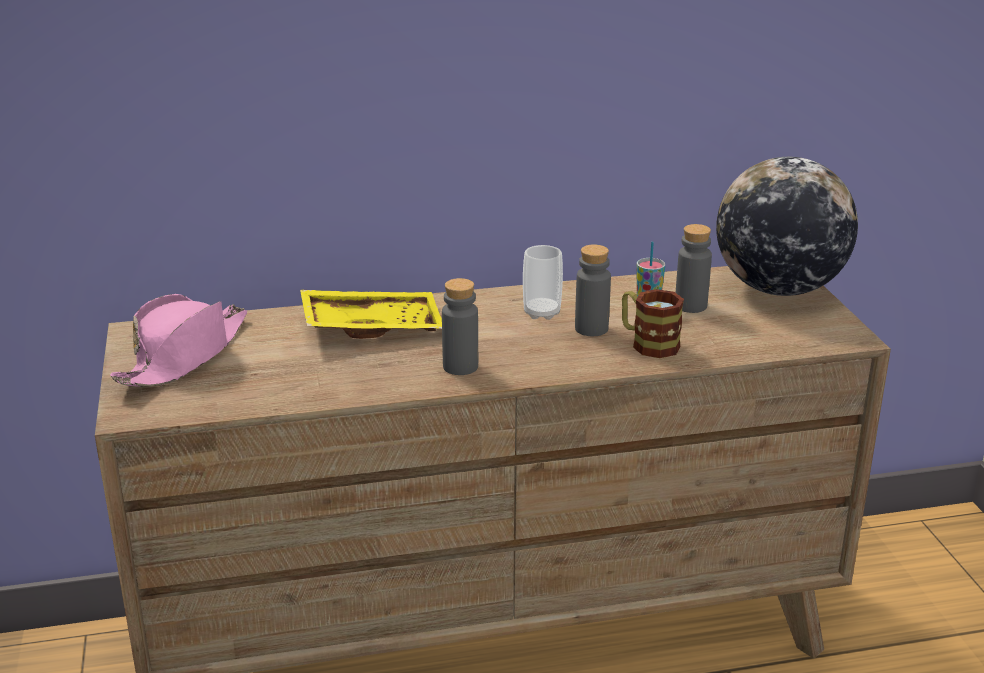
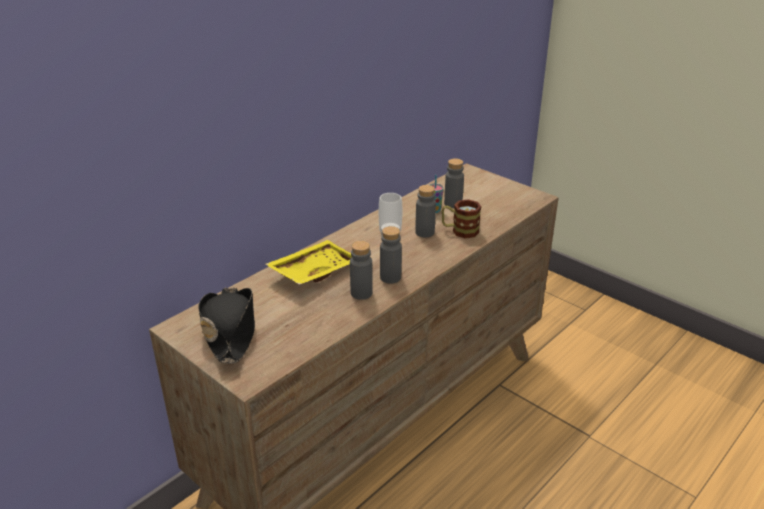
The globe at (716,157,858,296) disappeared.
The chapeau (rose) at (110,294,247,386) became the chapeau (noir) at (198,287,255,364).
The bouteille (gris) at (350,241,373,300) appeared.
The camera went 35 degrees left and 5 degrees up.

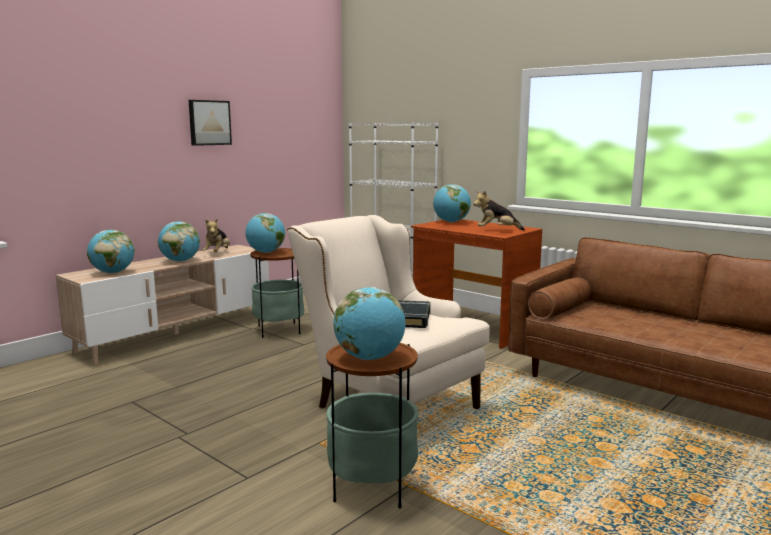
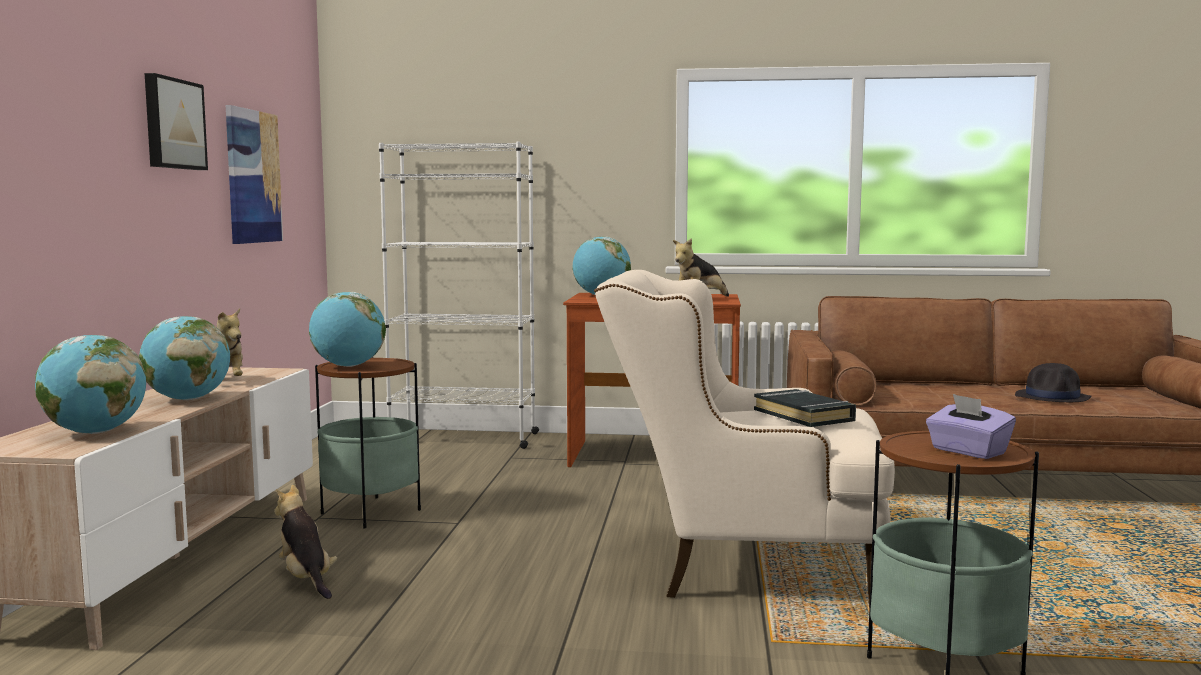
The globe at (333,287,405,360) was replaced by the boîte à mouchoirs (violet) at (926,394,1016,459).
The tableau at (226,105,283,244) appeared.
The chapeau (noir) at (1015,363,1091,402) appeared.
The peluche at (274,485,337,599) appeared.
The camera went 35 degrees left and 5 degrees down.

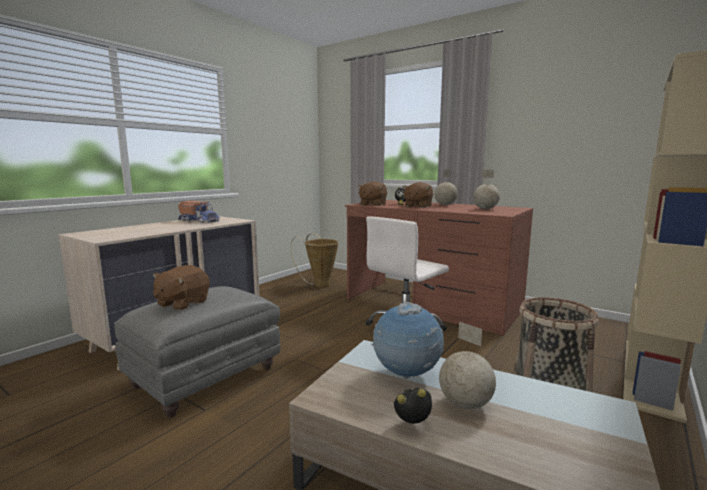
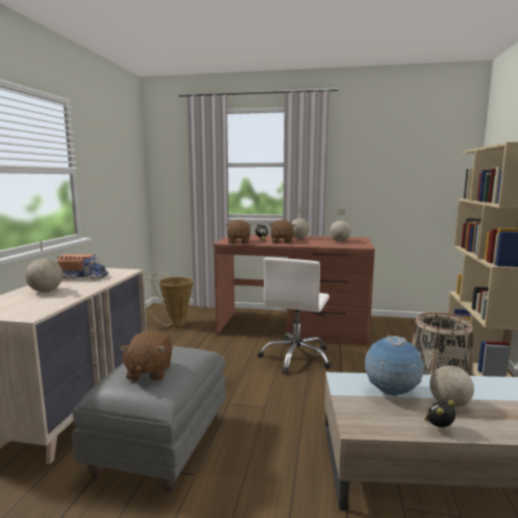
The globe at (25,240,63,292) appeared.
The camera went 25 degrees left and 0 degrees up.

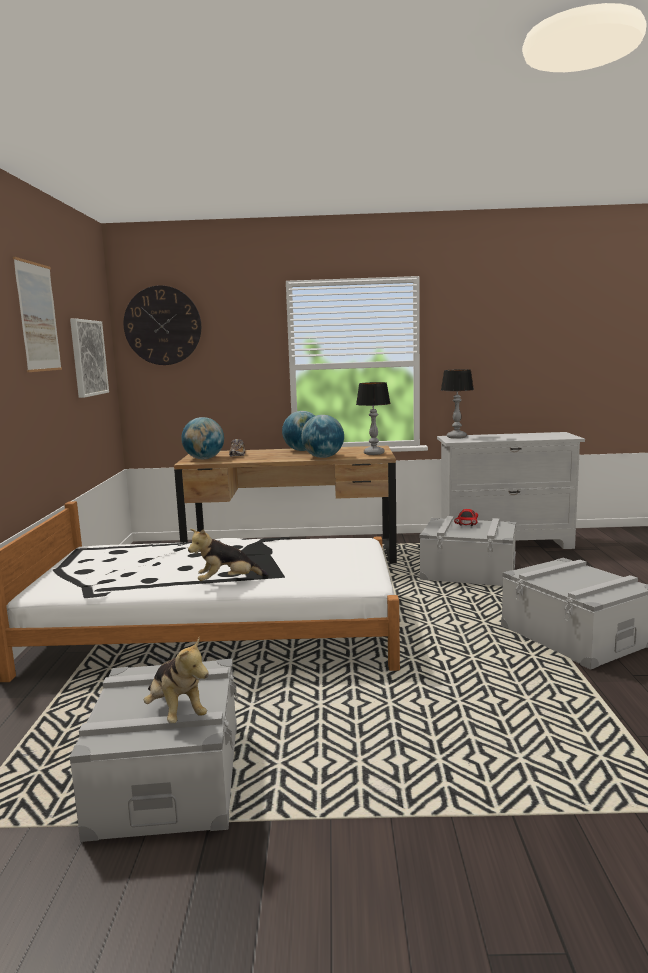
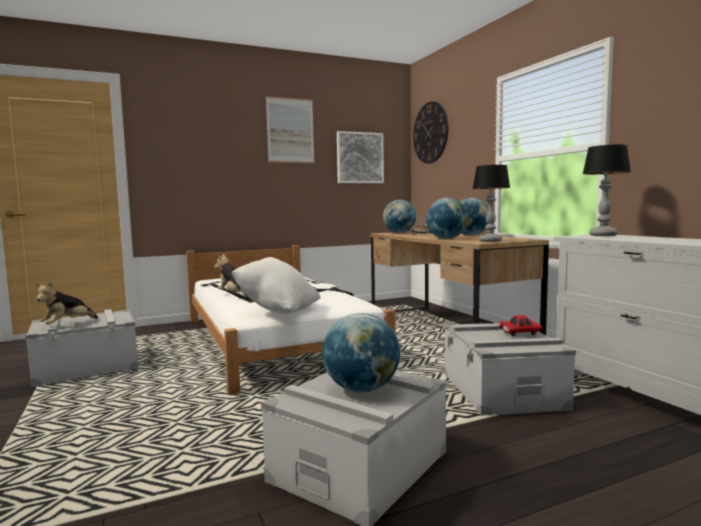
The coussin (blanc) at (232,257,320,314) appeared.
The globe at (322,313,400,392) appeared.
The camera went 65 degrees right and 5 degrees down.

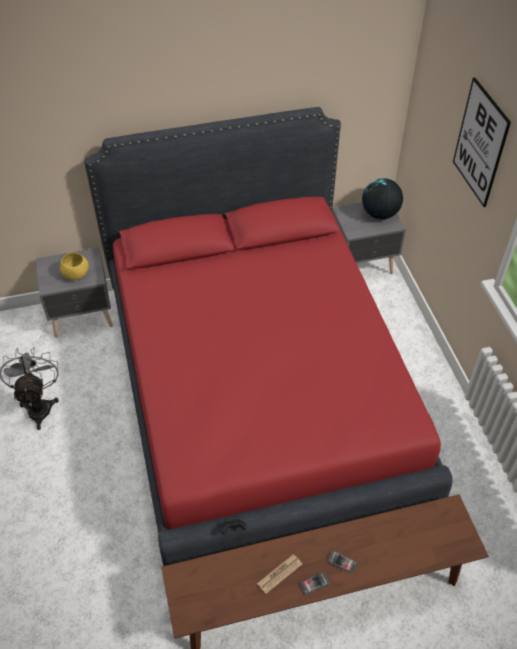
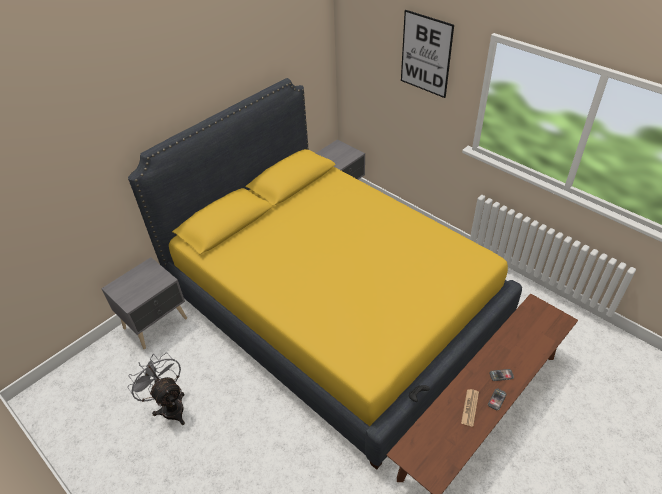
The lit (rouge) at (84,107,453,566) became the lit (jaune) at (128,78,522,470).
The globe at (362,178,403,219) disappeared.
The bol (jaune) at (60,253,89,280) disappeared.
The camera went 30 degrees left and 5 degrees down.

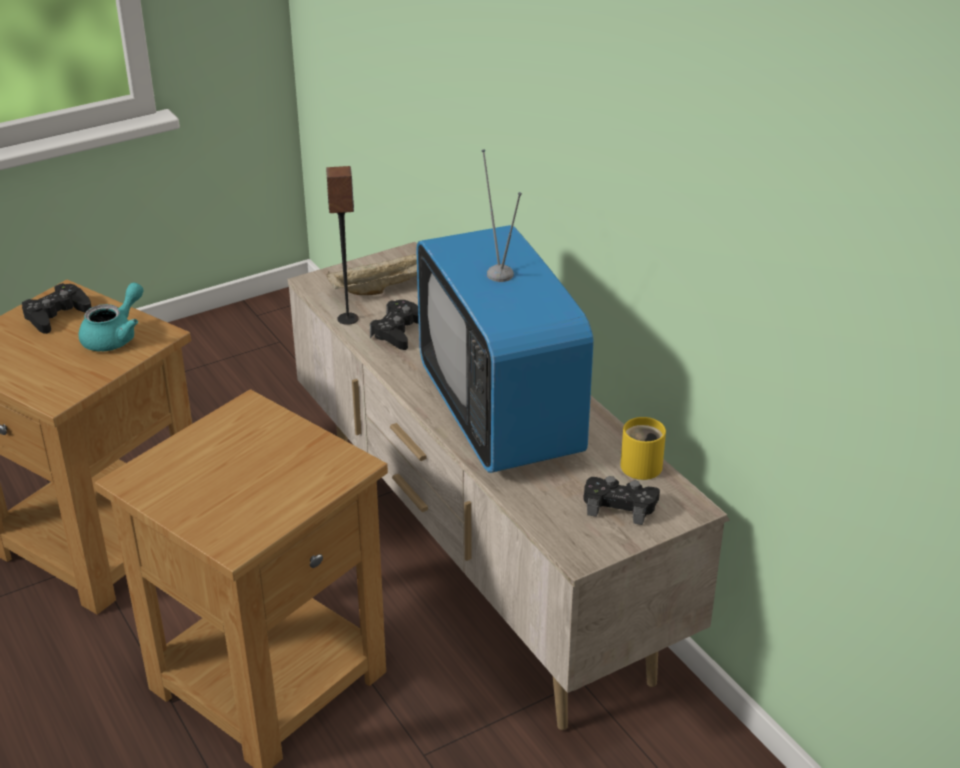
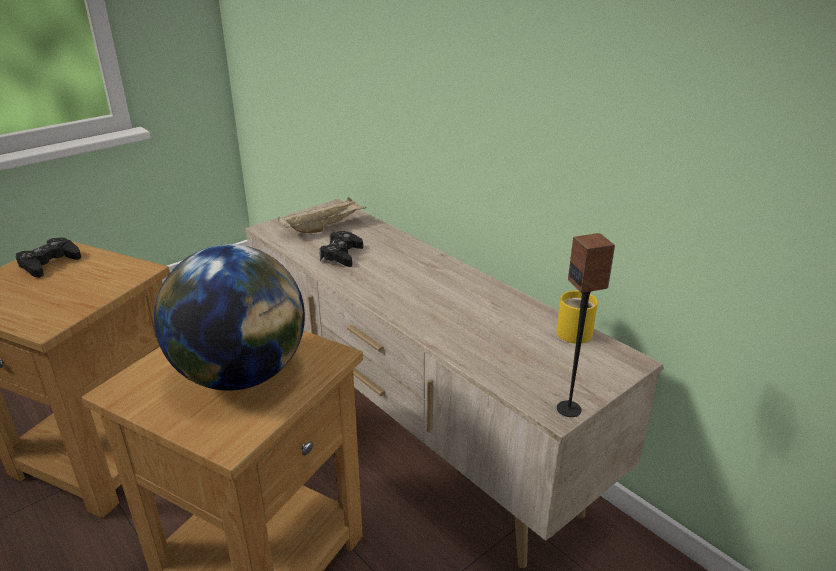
The téléviseur at (416,149,594,473) disappeared.
The enceinte moved from (326,166,359,325) to (557,233,615,417).
The théière (turquoise) at (79,282,143,351) disappeared.
The manette (noir) at (583,476,660,525) disappeared.
The globe at (154,244,305,391) appeared.
The camera went 10 degrees left and 5 degrees down.

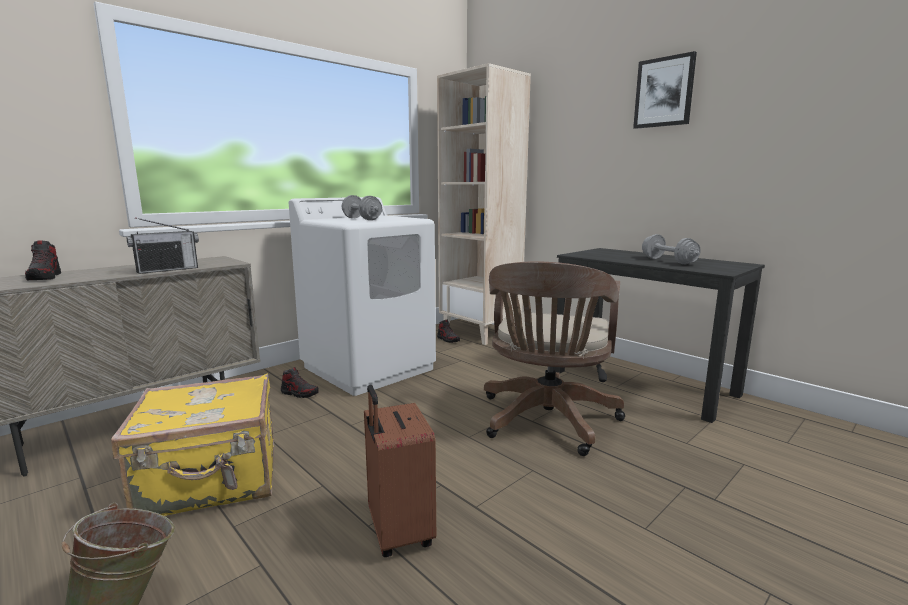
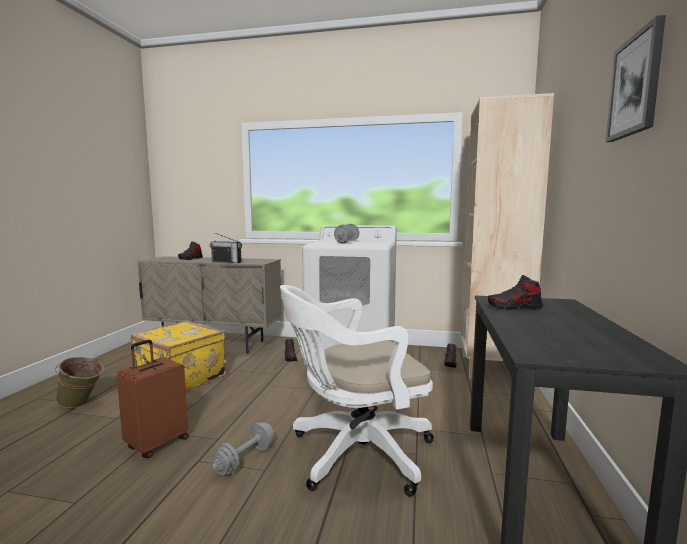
The haltère (gris) moved from (642,234,701,264) to (212,422,274,475).
The chaise de bureau (marron) at (484,261,625,456) became the chaise de bureau (blanc) at (280,285,434,497).
The chaussure at (488,275,543,310) appeared.
The camera went 55 degrees right and 5 degrees down.

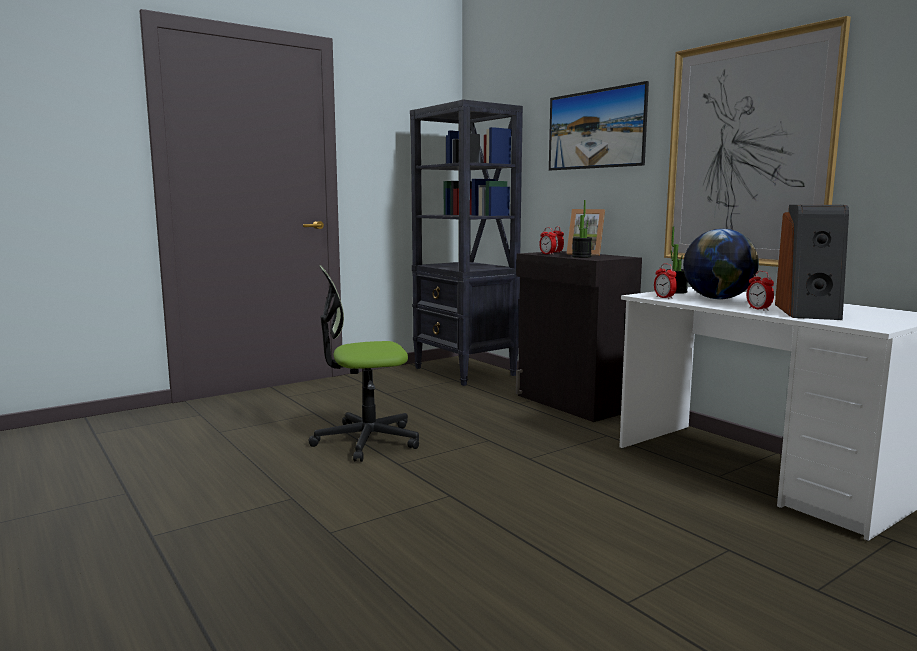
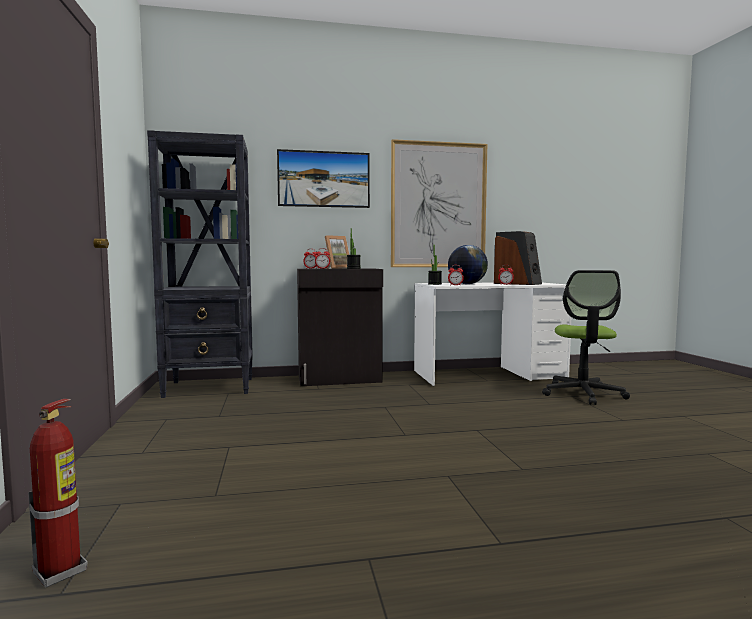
The chaise de bureau moved from (309,265,419,462) to (542,270,630,405).
The extincteur at (28,399,87,588) appeared.
The camera went 65 degrees left and 5 degrees down.

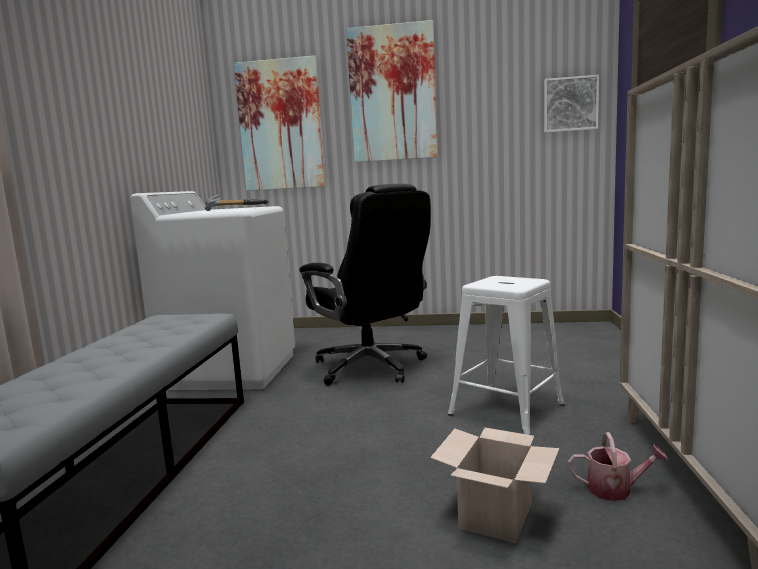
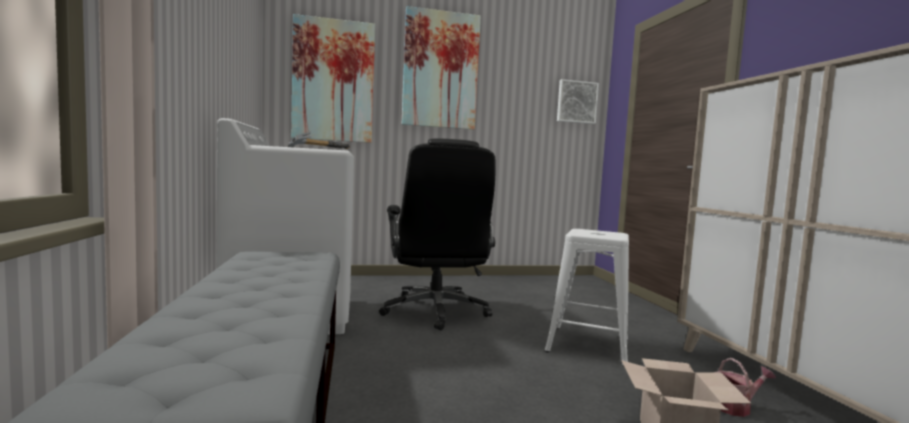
The chaise de bureau (noir) at (299,184,431,385) turned 45 degrees clockwise.
The camera went 20 degrees left and 5 degrees down.

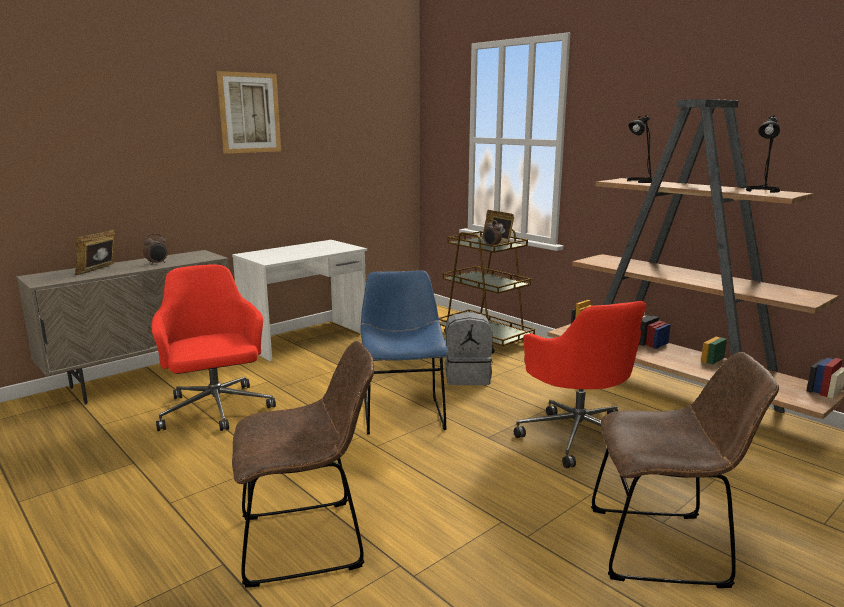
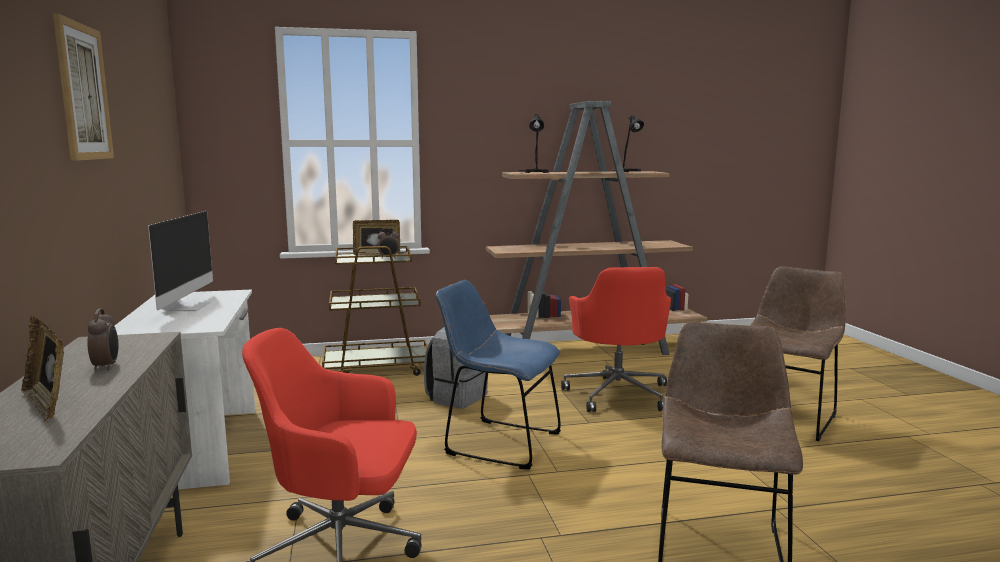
The chaise de bureau (rouge) at (514,301,647,468) turned 75 degrees clockwise.
The écran d'ordinateur at (148,211,213,311) appeared.
The camera went 60 degrees left and 5 degrees down.

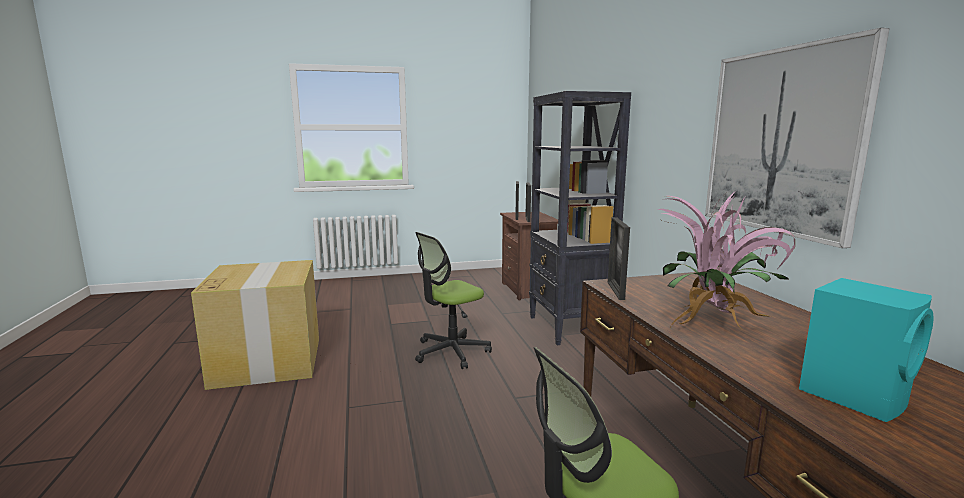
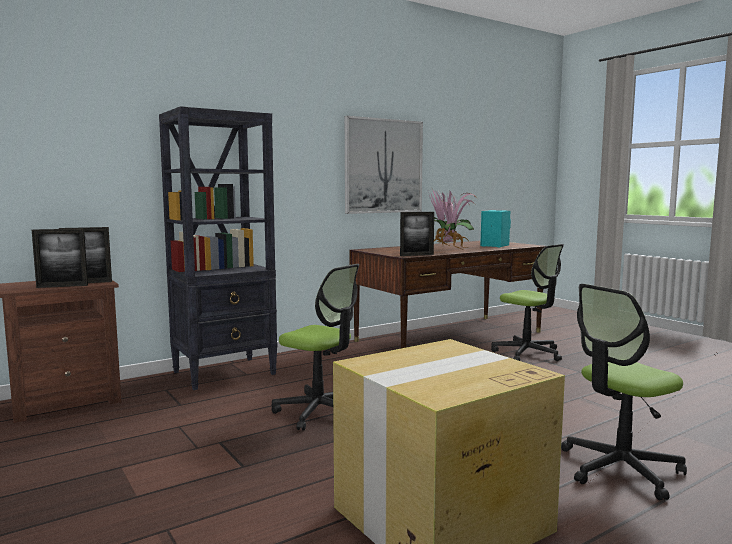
The chaise de bureau at (561,284,687,500) appeared.
The camera went 110 degrees left and 5 degrees down.

